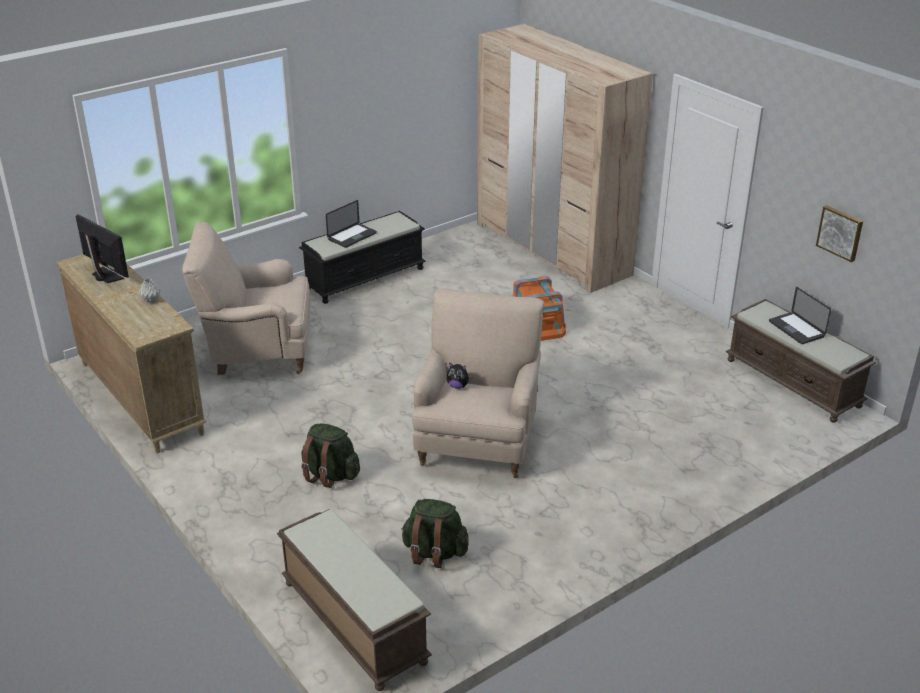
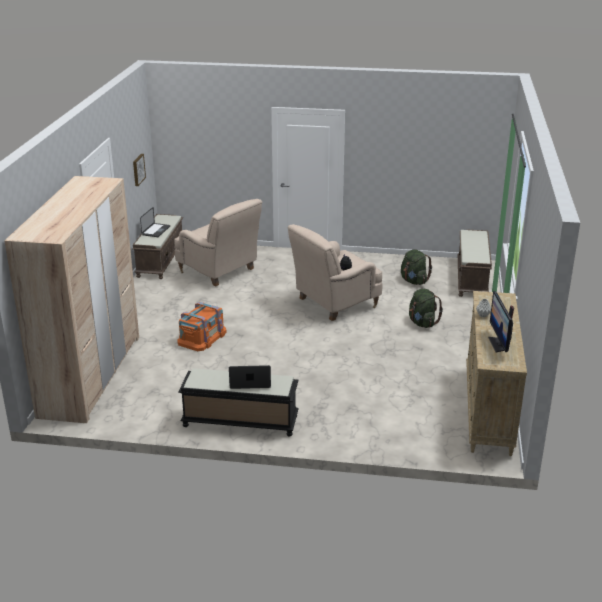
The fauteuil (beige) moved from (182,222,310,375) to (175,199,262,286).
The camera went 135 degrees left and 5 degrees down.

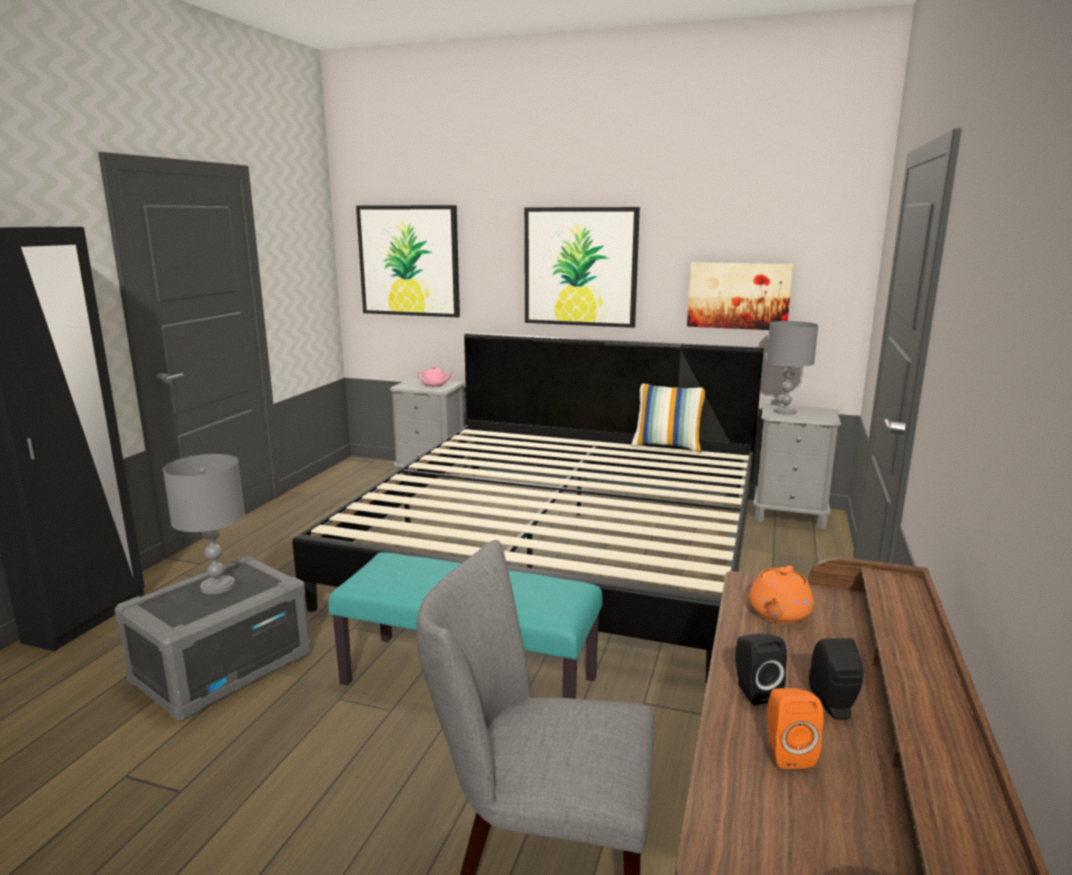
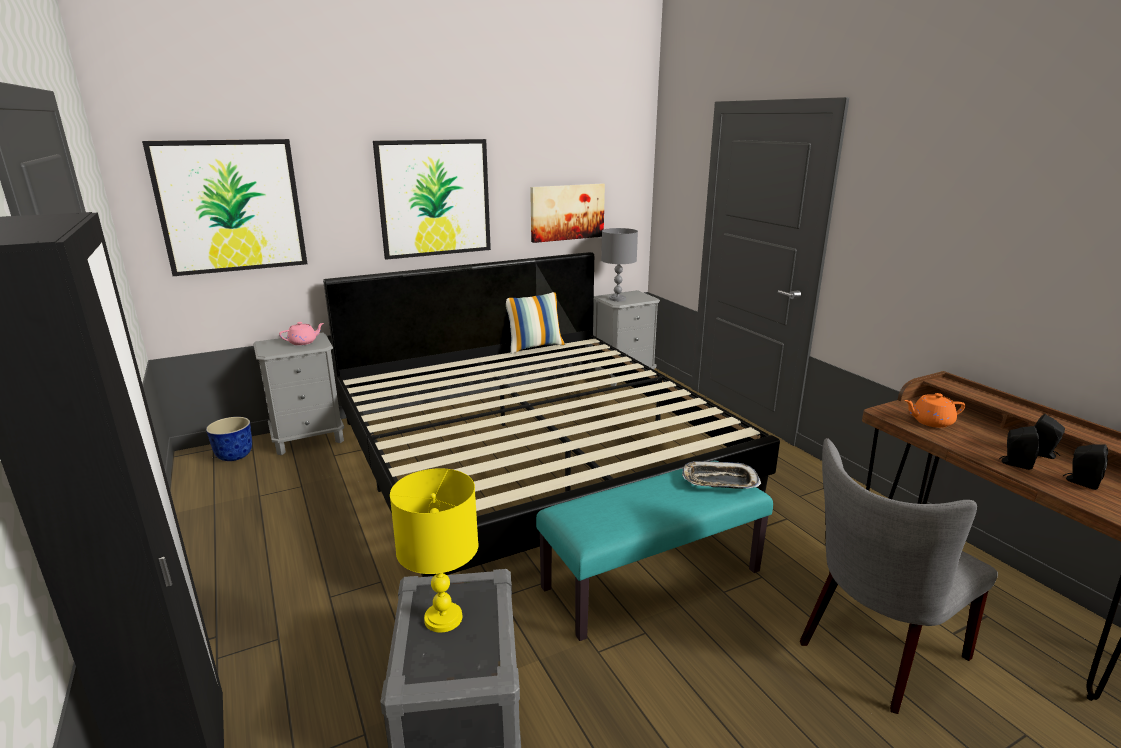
The lampe de table (gris) at (163,454,245,594) became the lampe de table (jaune) at (390,468,479,633).
The théière (orange) at (749,565,814,623) turned 105 degrees clockwise.
The enceinte (orange) at (767,688,823,769) became the enceinte (noir) at (1063,444,1108,490).
The cache-pot at (206,417,252,461) appeared.
The plateau at (682,461,761,489) appeared.
The camera went 45 degrees left and 5 degrees up.

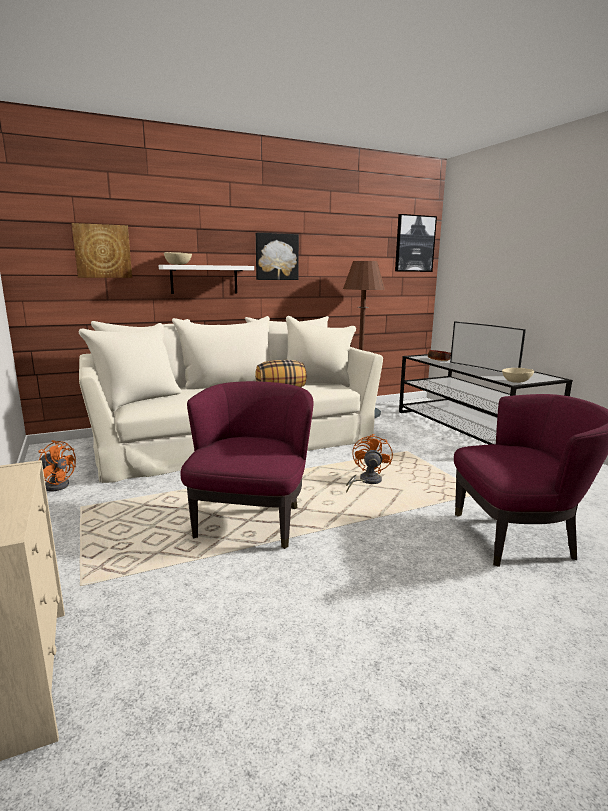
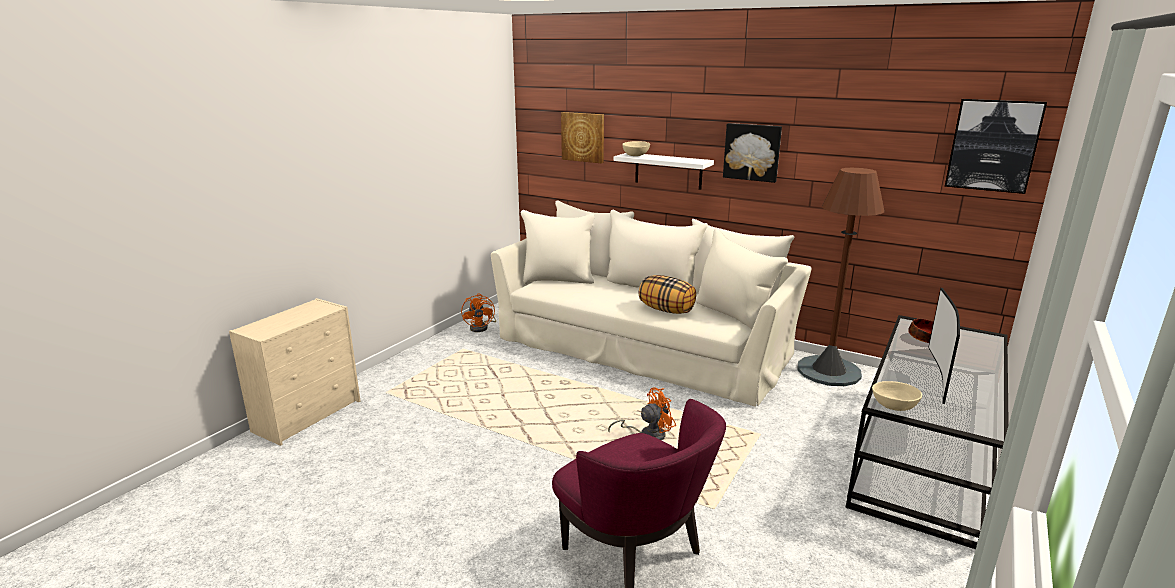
The fauteuil (violet) at (180,381,314,549) disappeared.
The camera went 55 degrees right and 5 degrees up.

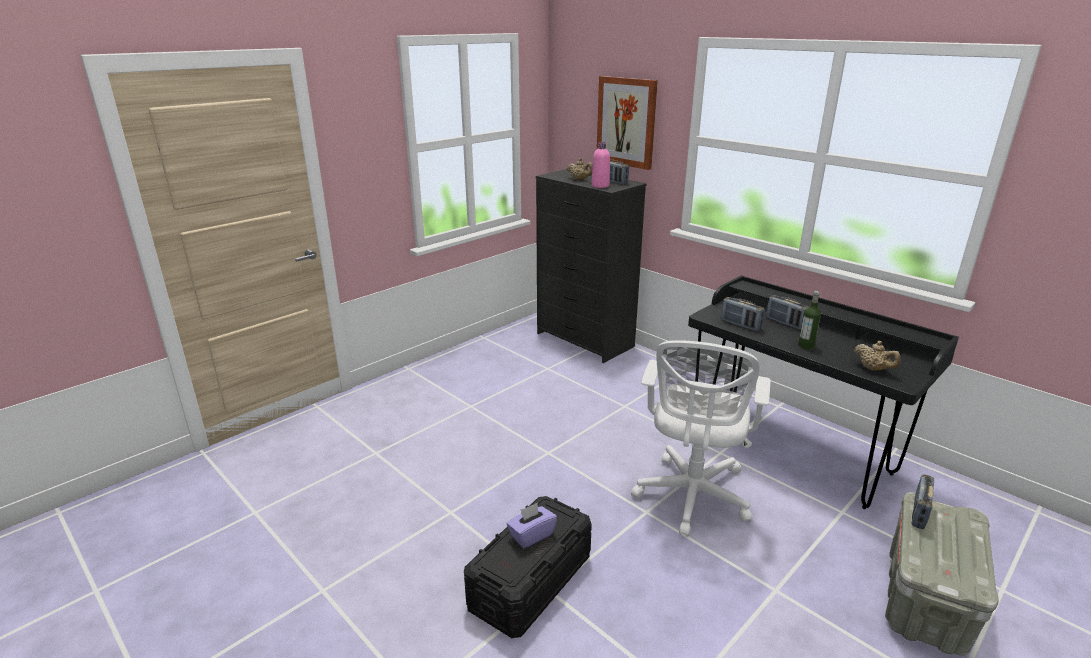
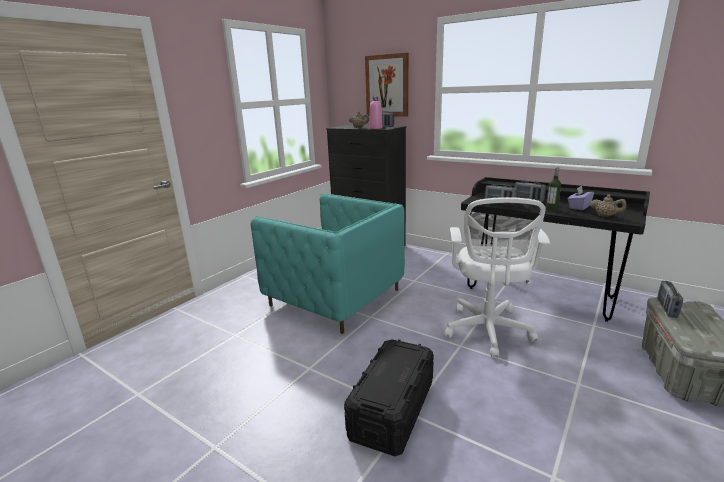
The boîte à mouchoirs (violet) moved from (507,503,557,548) to (568,186,594,210).
The fauteuil (turquoise) at (250,194,405,334) appeared.
The camera went 10 degrees left and 5 degrees down.

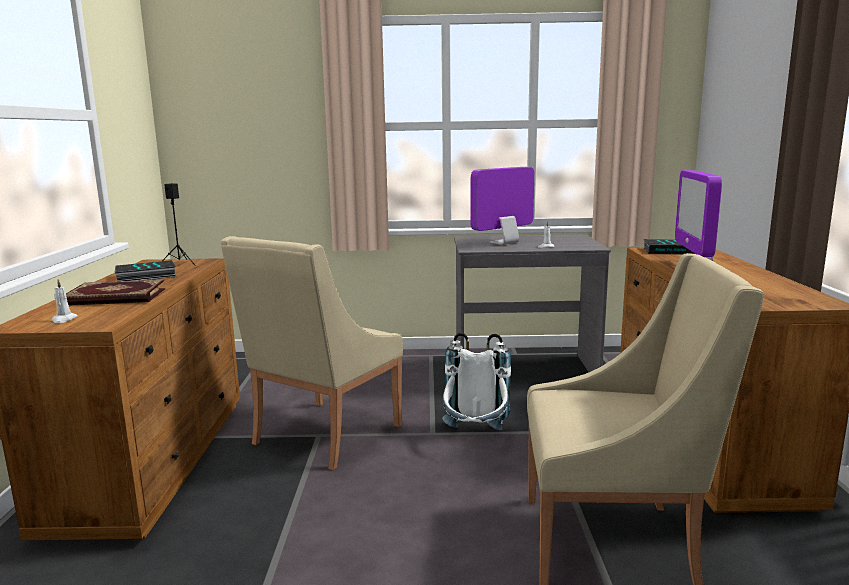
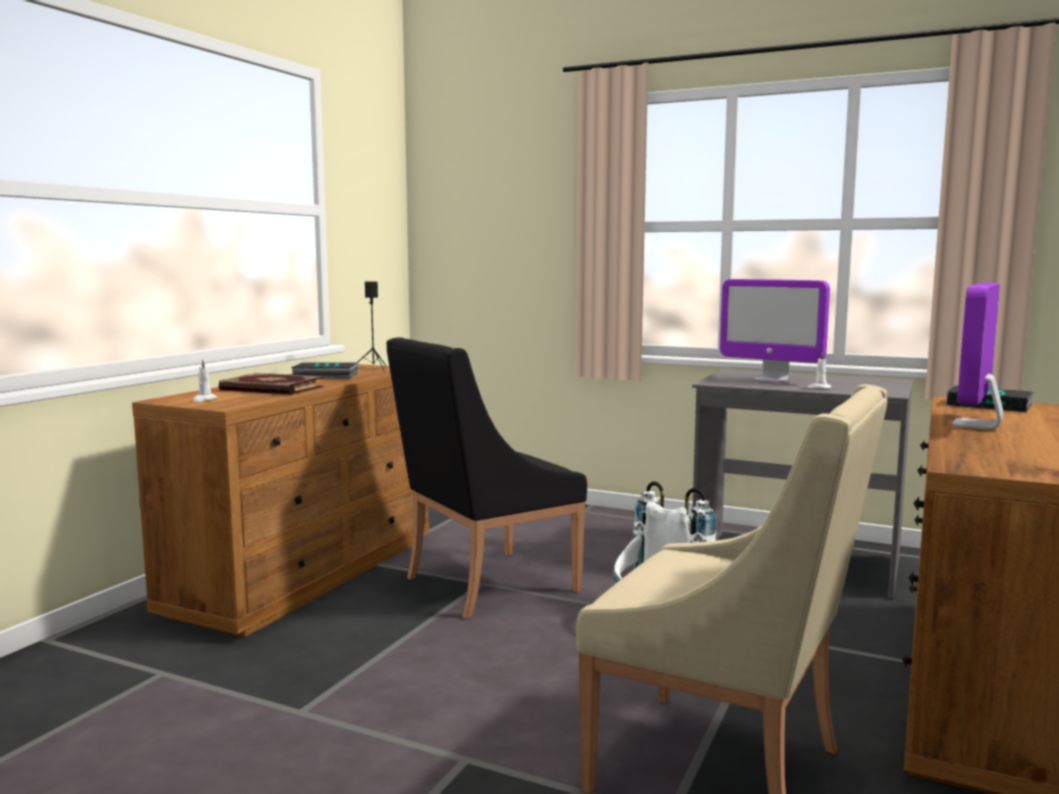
The écran d'ordinateur at (470,167,535,245) turned 135 degrees counterclockwise.
The fauteuil (beige) at (221,236,403,470) became the fauteuil (noir) at (387,337,587,619).
The camera went 25 degrees right and 5 degrees down.

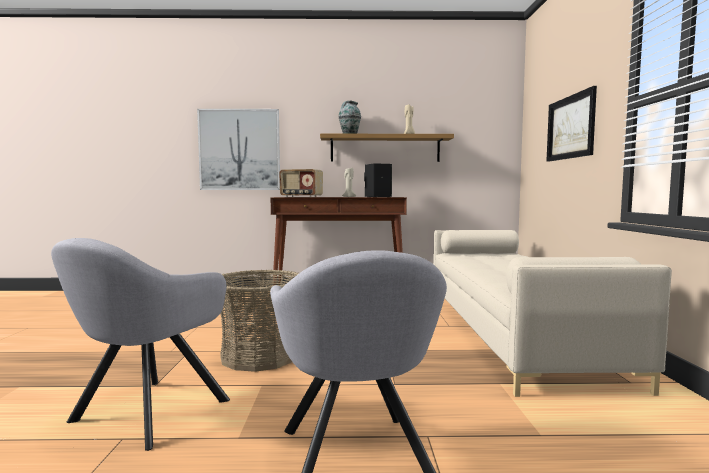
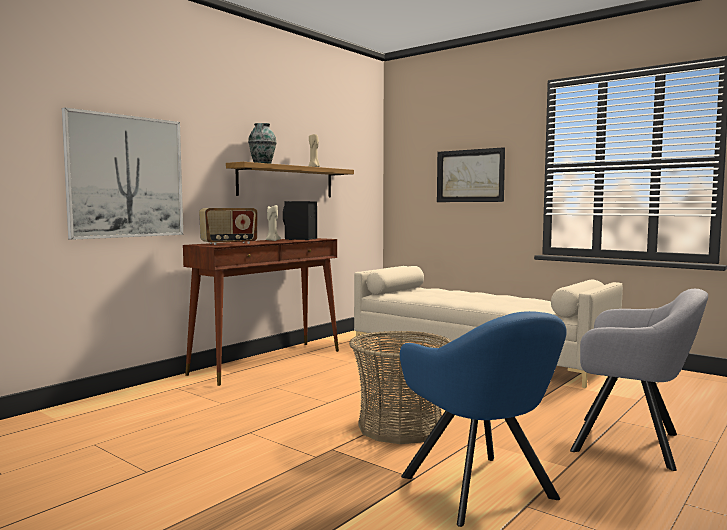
The fauteuil (gris) at (51,238,230,451) became the fauteuil (bleu) at (400,311,567,527).
The camera went 50 degrees left and 0 degrees up.

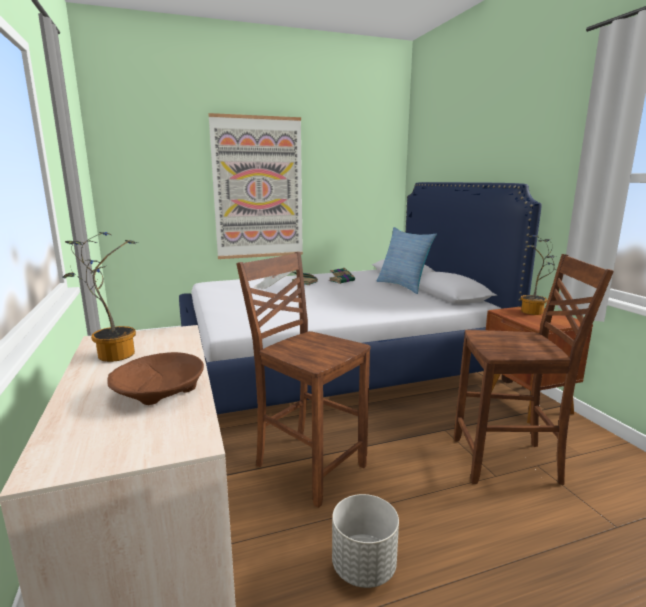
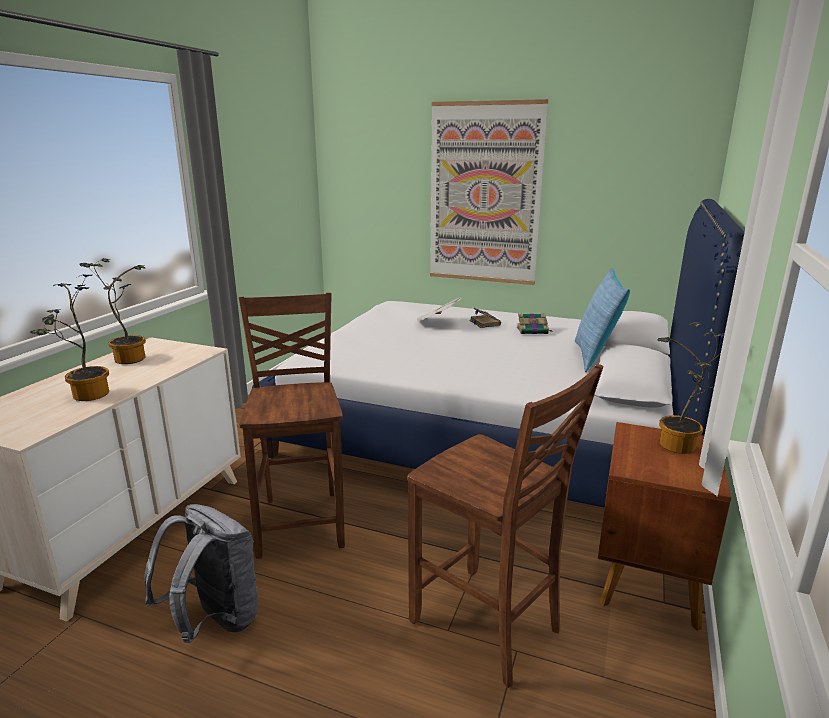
The bol (marron) at (107,352,204,405) was replaced by the plante en pot at (30,274,109,401).
The cache-pot (gris) at (332,494,399,588) was replaced by the sac à dos (gris) at (144,504,258,643).
The camera went 40 degrees right and 5 degrees up.

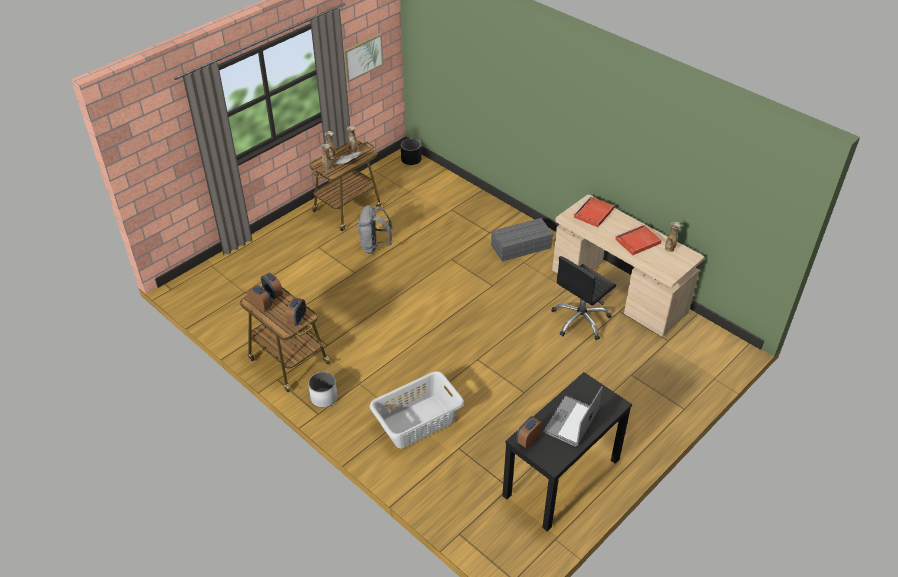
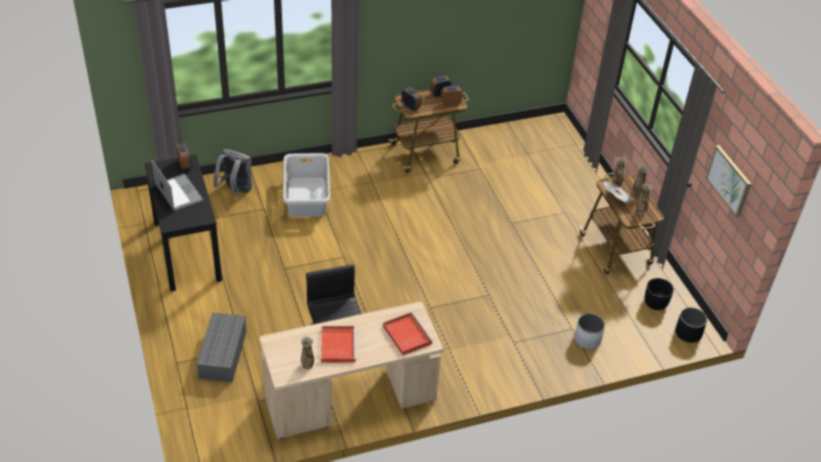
The sac à dos (gris) moved from (358,205,392,254) to (213,149,252,196).
The boîte de rangement (gris) moved from (491,218,553,262) to (196,313,246,382).
The cache-pot (blanc) moved from (308,372,338,407) to (574,313,605,349).
The cache-pot (noir) at (645,278,674,310) appeared.
The camera went 115 degrees right and 0 degrees up.

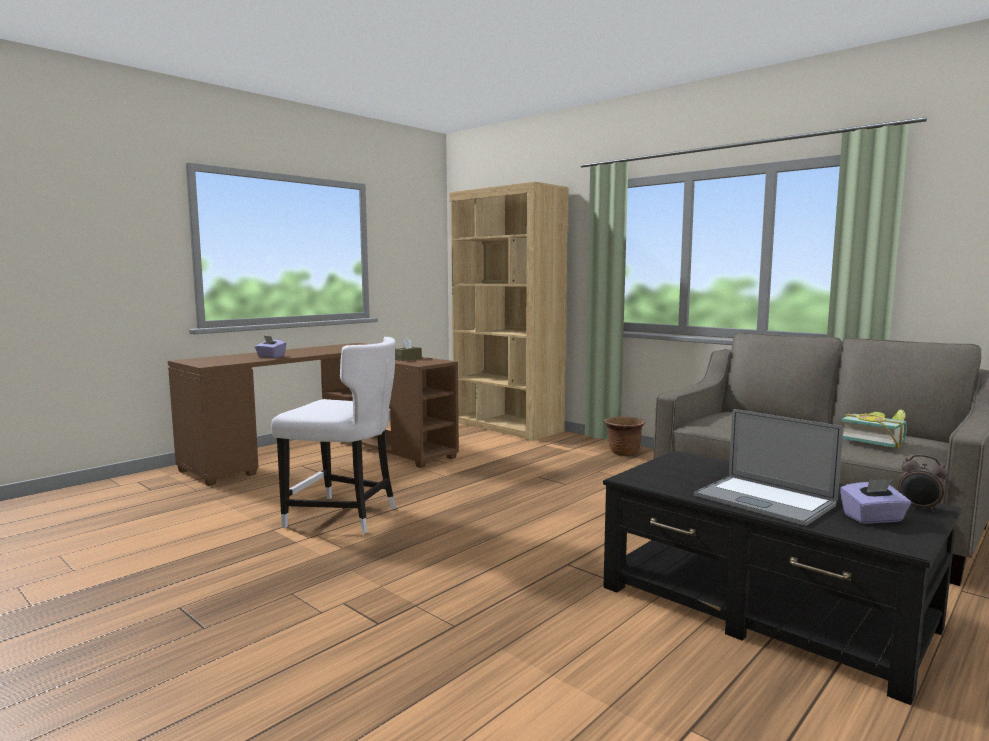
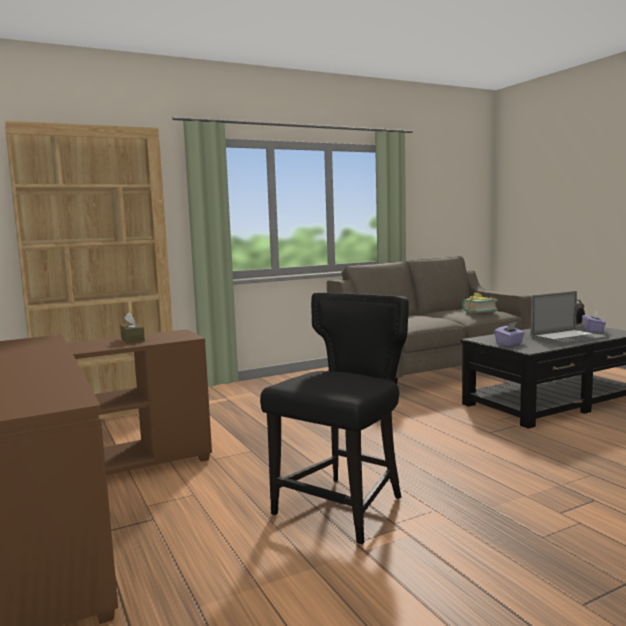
The boîte à mouchoirs (violet) moved from (255,336,286,358) to (494,322,525,346).
The chaise (blanc) at (271,337,396,533) became the chaise (noir) at (260,293,409,544).
The cache-pot (marron) at (604,416,646,456) disappeared.
The camera went 70 degrees left and 0 degrees up.

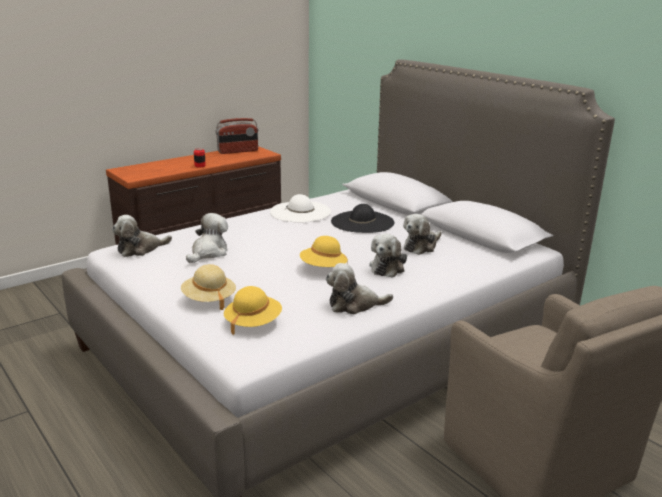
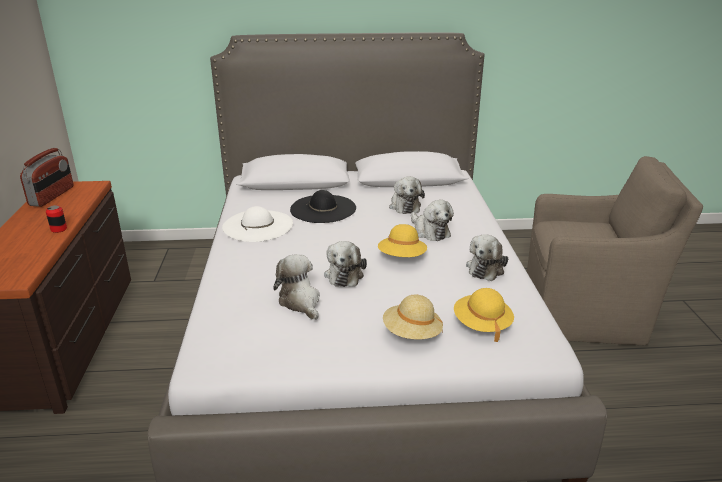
The peluche moved from (112,215,172,257) to (324,241,367,287).
The camera went 55 degrees left and 5 degrees up.

